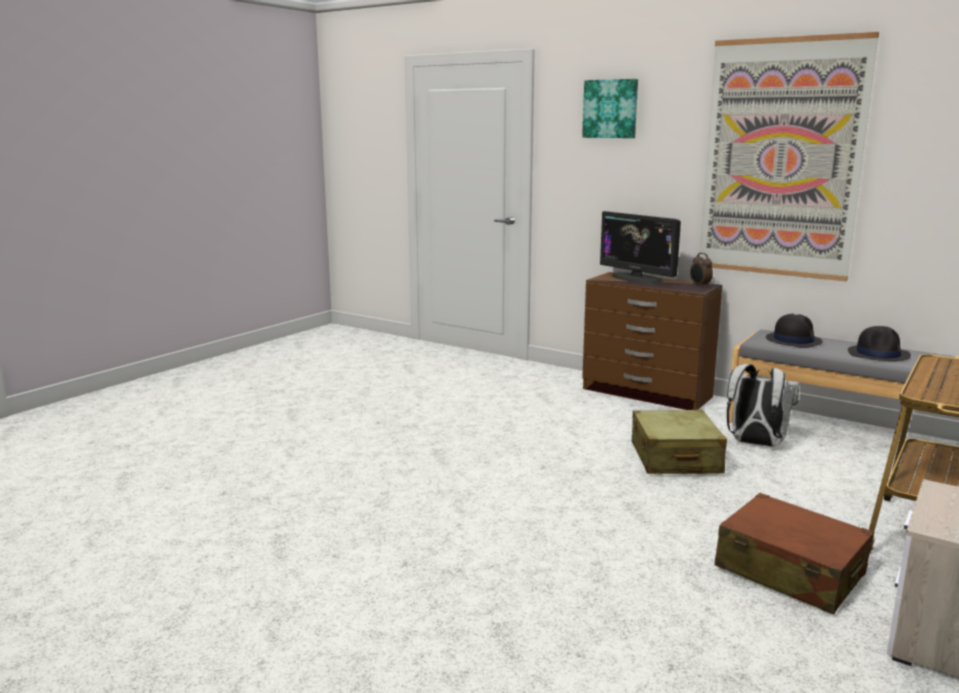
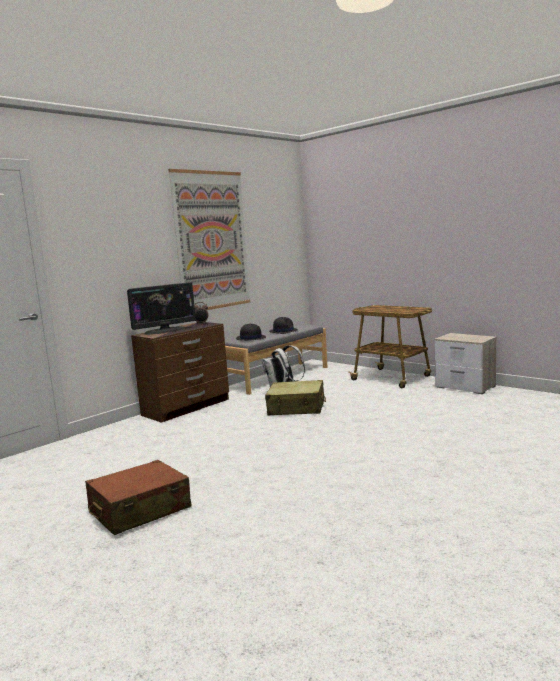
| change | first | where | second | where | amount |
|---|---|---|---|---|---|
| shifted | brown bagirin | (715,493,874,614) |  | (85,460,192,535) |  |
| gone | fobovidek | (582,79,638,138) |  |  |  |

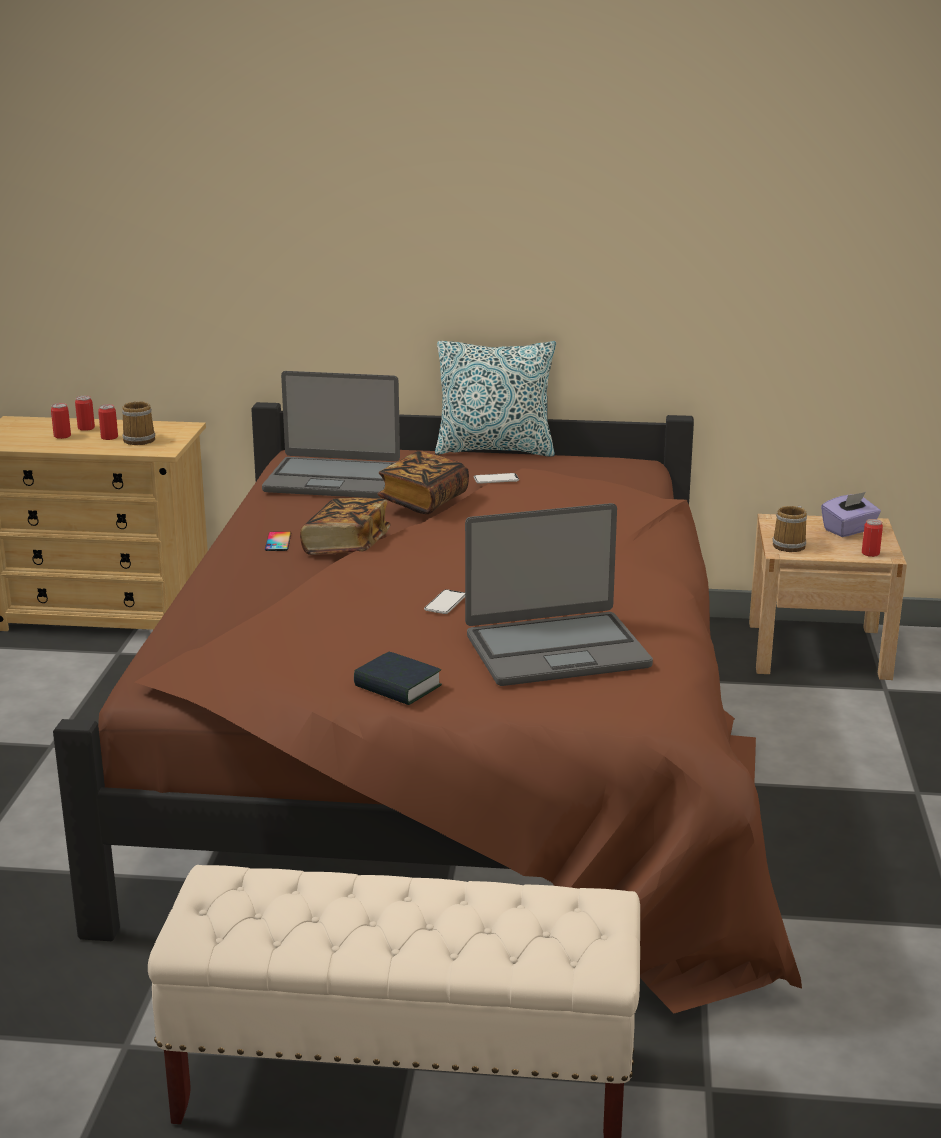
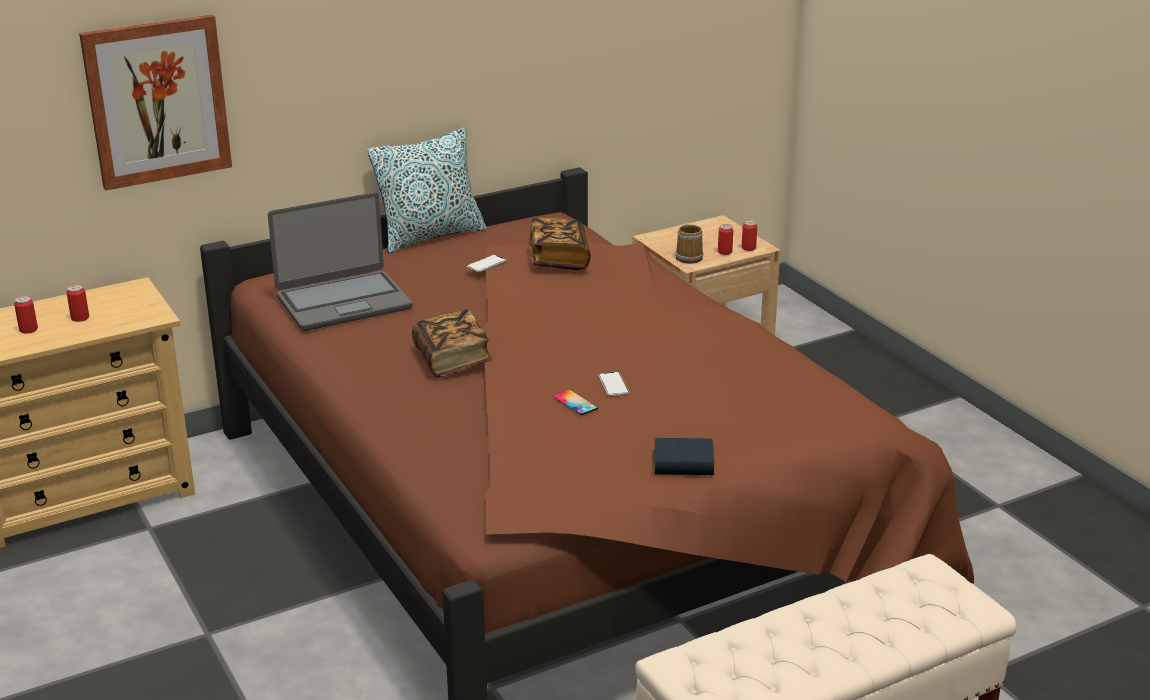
| change | first | where | second | where | amount |
|---|---|---|---|---|---|
| new |  |  | fobovidek | (79,14,232,190) |  |
| shifted | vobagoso | (378,451,469,514) |  | (529,218,591,270) |  |
| shifted | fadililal | (265,531,291,551) |  | (553,389,598,415) |  |
| shifted | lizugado | (75,396,95,431) |  | (718,224,733,255) |  |
| gone | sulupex | (122,401,155,445) |  |  |  |
| gone | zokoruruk | (465,503,653,686) |  |  |  |
| gone | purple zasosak | (821,492,881,537) |  |  |  |

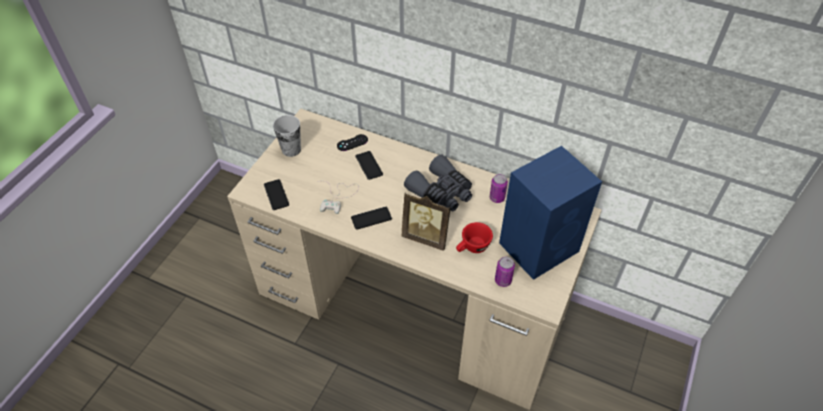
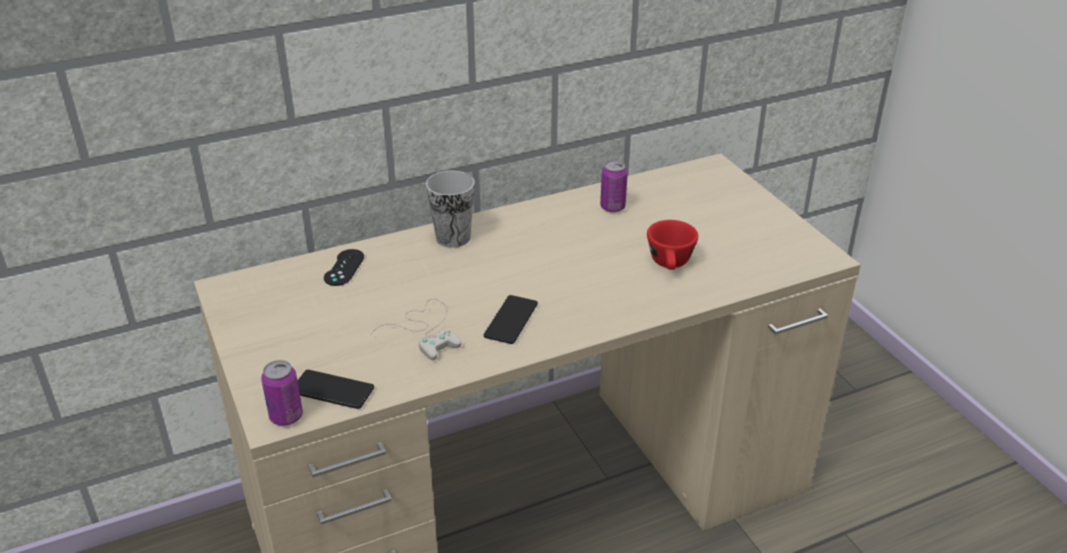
| change | first | where | second | where | amount |
|---|---|---|---|---|---|
| shifted | lizugado | (495,257,515,287) |  | (261,360,303,426) |  |
| shifted | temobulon | (273,115,301,157) |  | (426,171,475,248) |  |
| gone | fadililal | (355,151,383,180) |  |  |  |
| gone | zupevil | (401,192,450,251) |  |  |  |
| gone | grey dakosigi | (404,154,472,212) |  |  |  |
| gone | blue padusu | (499,146,602,280) |  |  |  |

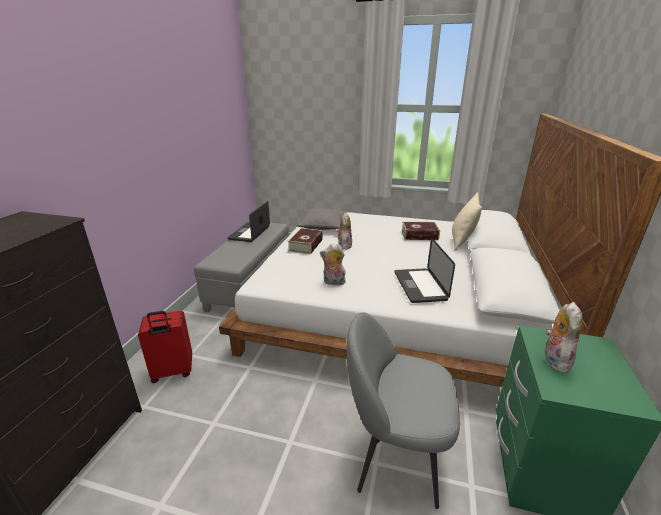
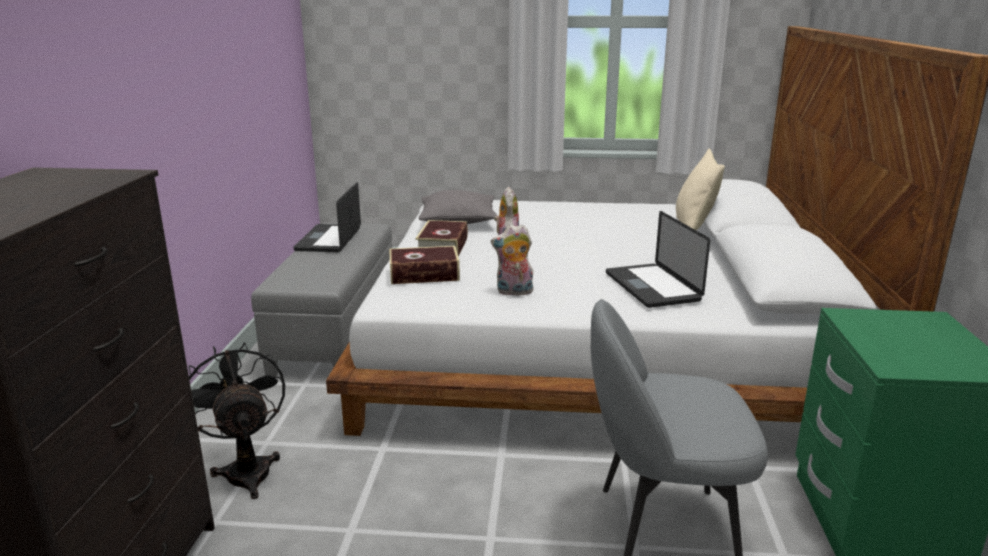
| change | first | where | second | where | amount |
|---|---|---|---|---|---|
| swapped | red bagirin | (138,311,192,383) | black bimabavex | (188,342,285,499) |  |
| shifted | vobagoso | (402,222,440,240) |  | (389,246,460,284) |  |
| gone | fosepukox | (545,302,583,373) |  |  |  |

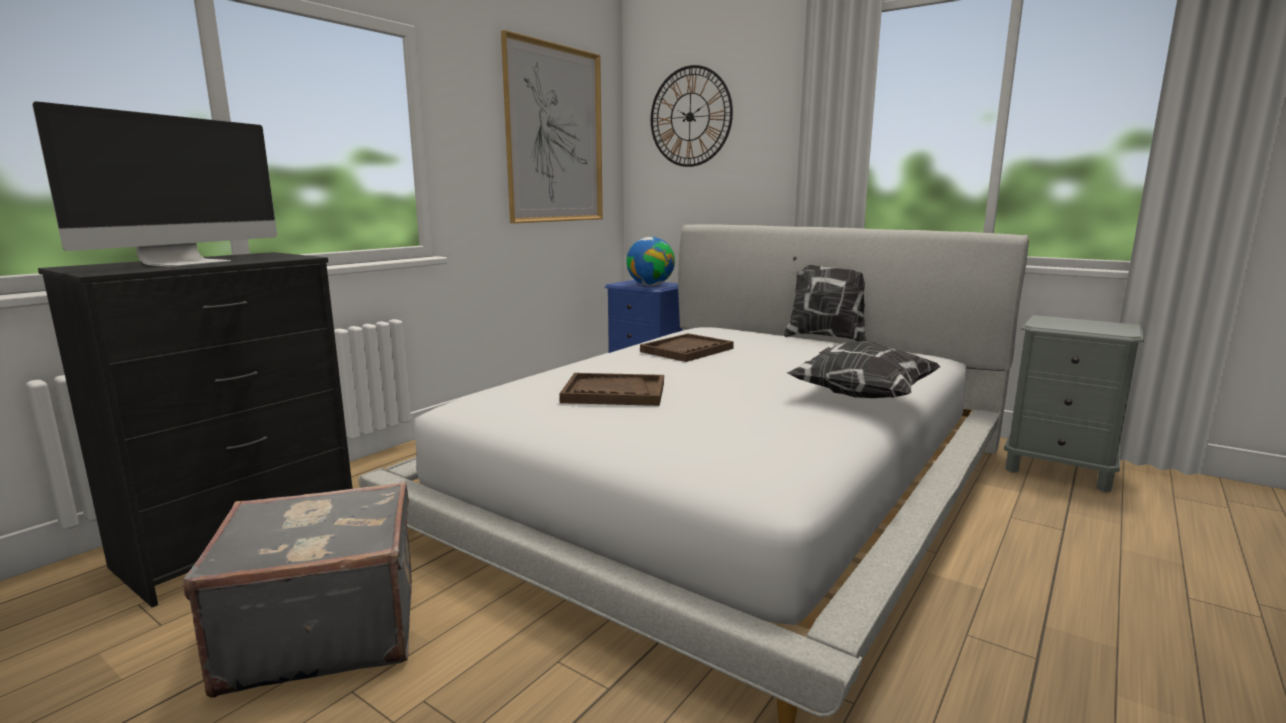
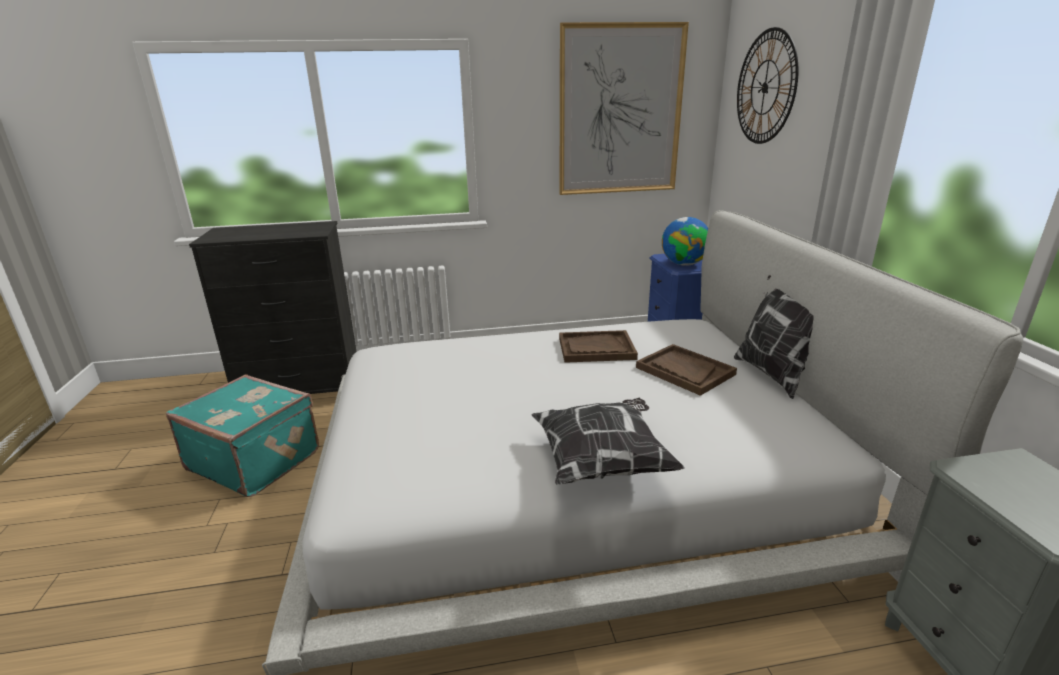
| change | first | where | second | where | amount |
|---|---|---|---|---|---|
| repainted | grey bagirin | (183,481,412,698) | turquoise bagirin | (166,375,319,497) |  |
| shifted | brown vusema | (559,373,664,406) |  | (636,344,737,396) |  |
| gone | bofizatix | (32,101,277,267) |  |  |  |

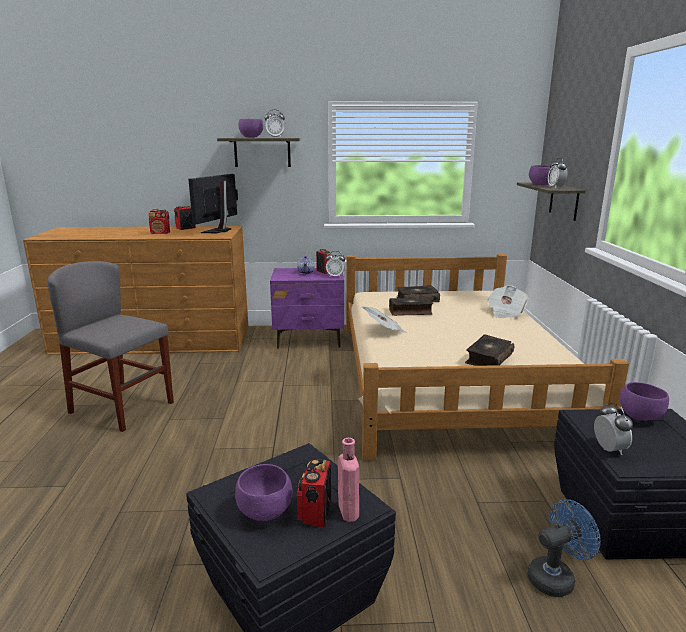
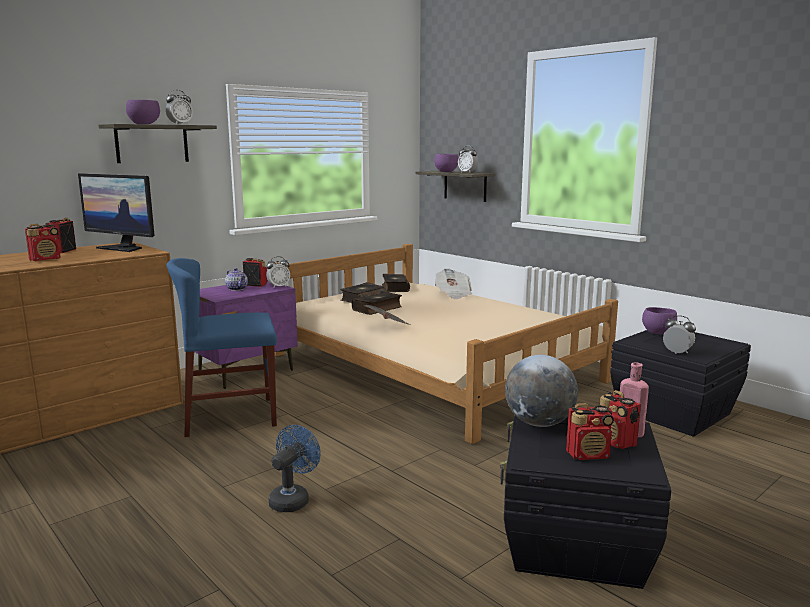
| change | first | where | second | where | amount |
|---|---|---|---|---|---|
| rotated | bofizatix | (188,174,238,233) |  | (78,173,154,252) | 45 degrees counterclockwise |
| new |  |  | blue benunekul | (167,258,277,437) |  |
| shifted | blue bimabavex | (527,499,601,597) |  | (268,425,321,512) |  |
| shifted | vobagoso | (465,334,514,366) |  | (382,274,410,292) |  |
| new |  |  | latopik | (505,355,578,427) |  |
| swapped | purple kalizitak | (235,464,293,521) | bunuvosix | (566,403,614,460) |  |
| gone | grey benunekul | (47,261,174,432) |  |  |  |

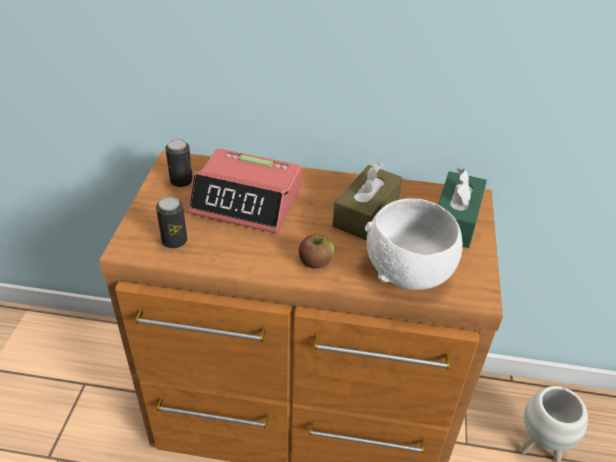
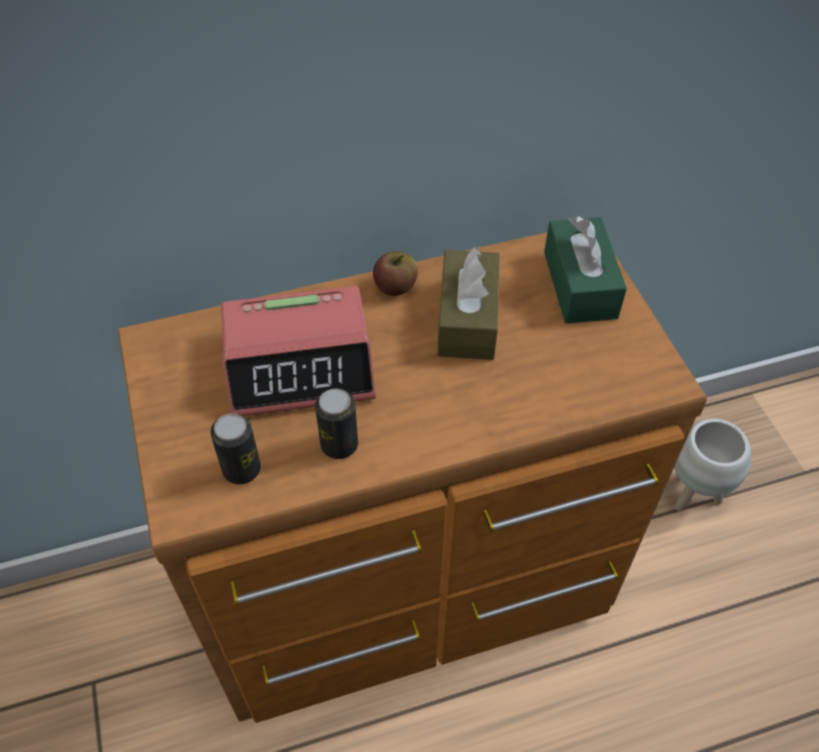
| change | first | where | second | where | amount |
|---|---|---|---|---|---|
| shifted | lizugado | (165,139,193,187) |  | (315,389,358,459) |  |
| shifted | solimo | (299,234,335,269) |  | (373,251,418,296) |  |
| gone | white kalizitak | (365,198,463,290) |  |  |  |

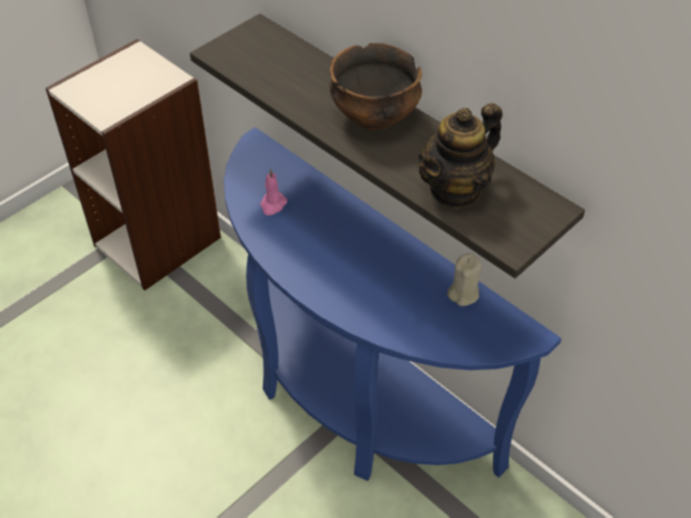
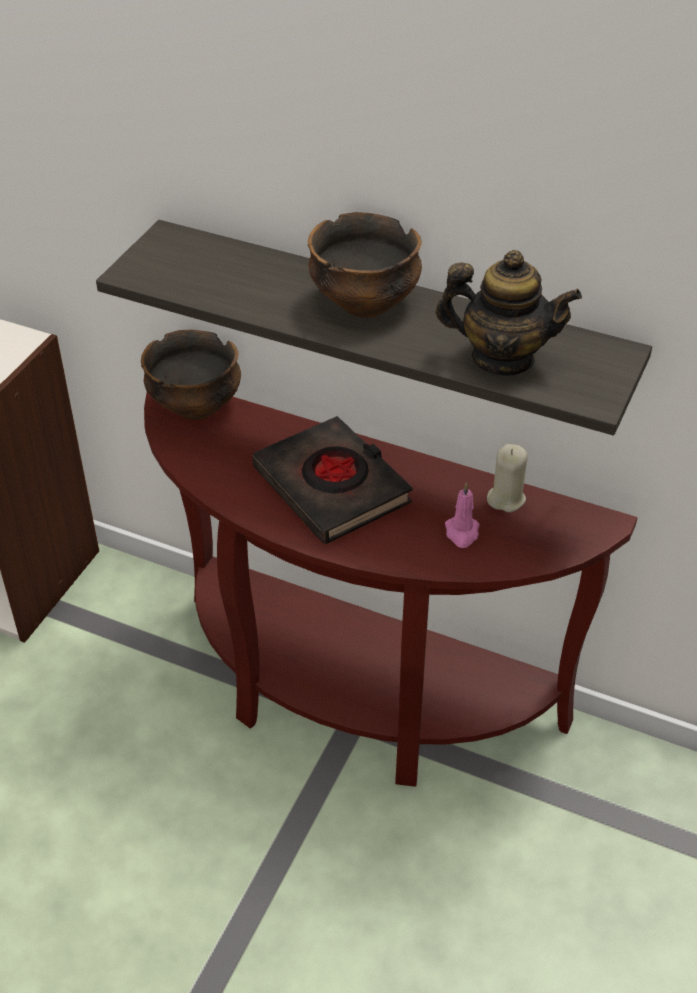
| change | first | where | second | where | amount |
|---|---|---|---|---|---|
| new |  |  | kalizitak | (141,330,241,420) |  |
| repainted | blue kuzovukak | (224,127,561,481) | brown kuzovukak | (144,392,637,787) |  |
| new |  |  | black vobagoso | (253,416,413,544) |  |
| rotated | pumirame | (417,103,502,209) |  | (435,250,582,376) | 105 degrees counterclockwise |
| shifted | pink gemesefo | (260,168,287,216) |  | (445,482,480,548) |  |

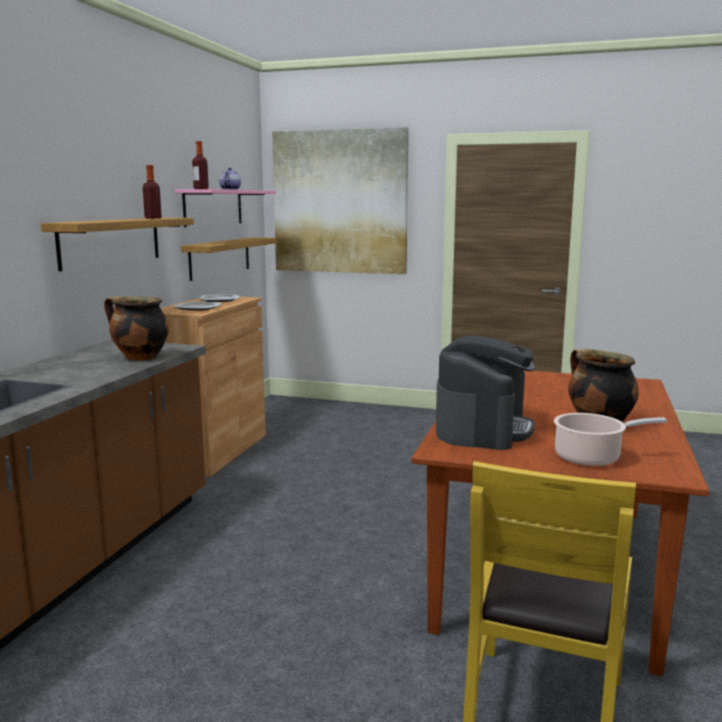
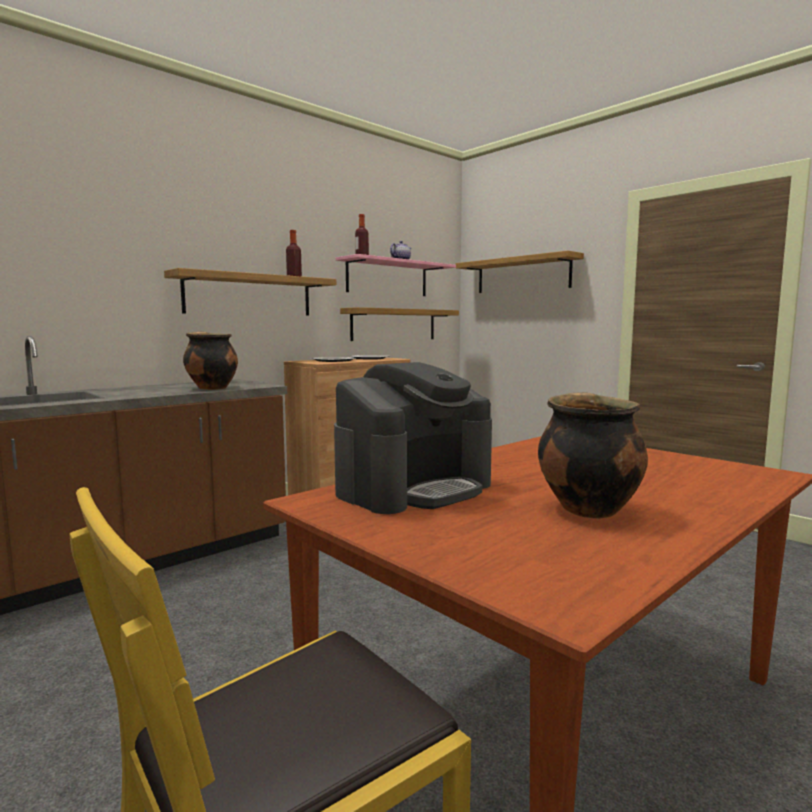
| change | first | where | second | where | amount |
|---|---|---|---|---|---|
| swapped | fobovidek | (272,127,409,274) | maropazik | (455,251,584,293) |  |
| gone | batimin | (554,413,667,466) |  |  |  |

